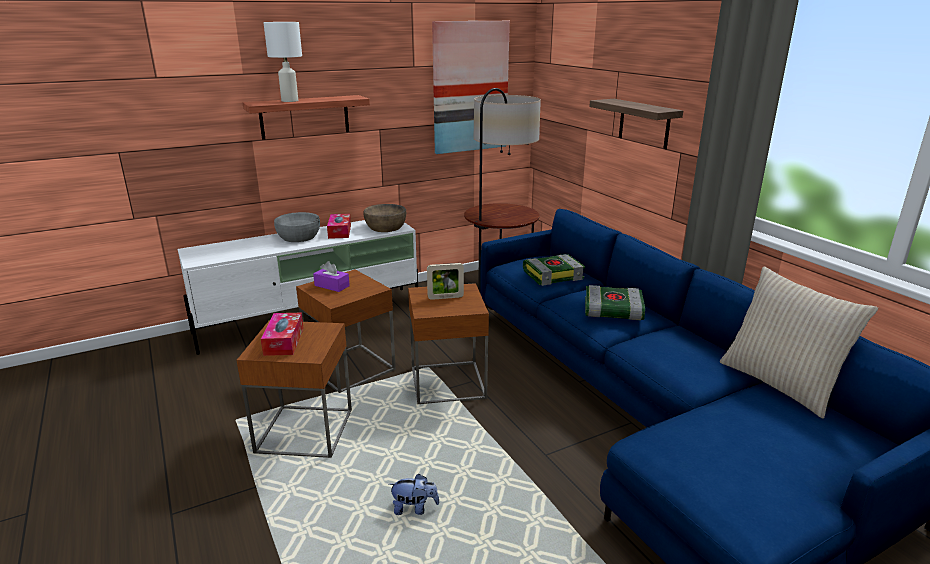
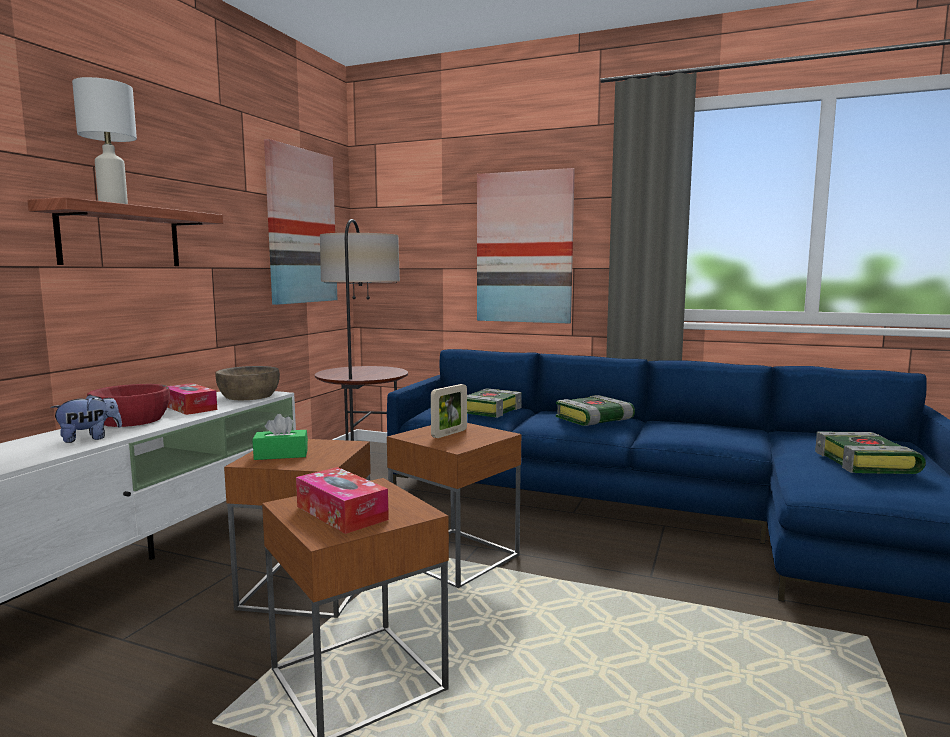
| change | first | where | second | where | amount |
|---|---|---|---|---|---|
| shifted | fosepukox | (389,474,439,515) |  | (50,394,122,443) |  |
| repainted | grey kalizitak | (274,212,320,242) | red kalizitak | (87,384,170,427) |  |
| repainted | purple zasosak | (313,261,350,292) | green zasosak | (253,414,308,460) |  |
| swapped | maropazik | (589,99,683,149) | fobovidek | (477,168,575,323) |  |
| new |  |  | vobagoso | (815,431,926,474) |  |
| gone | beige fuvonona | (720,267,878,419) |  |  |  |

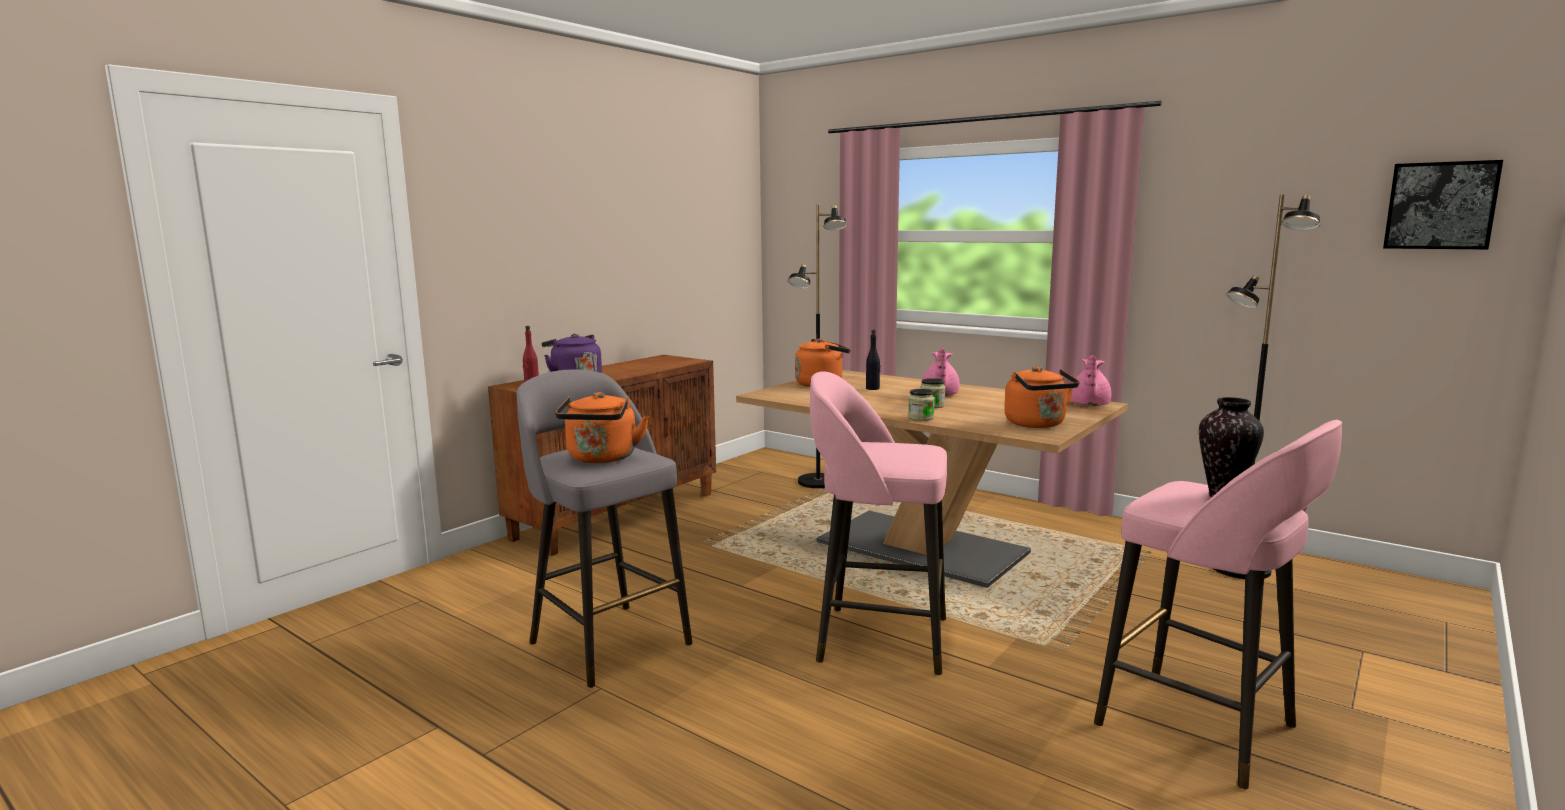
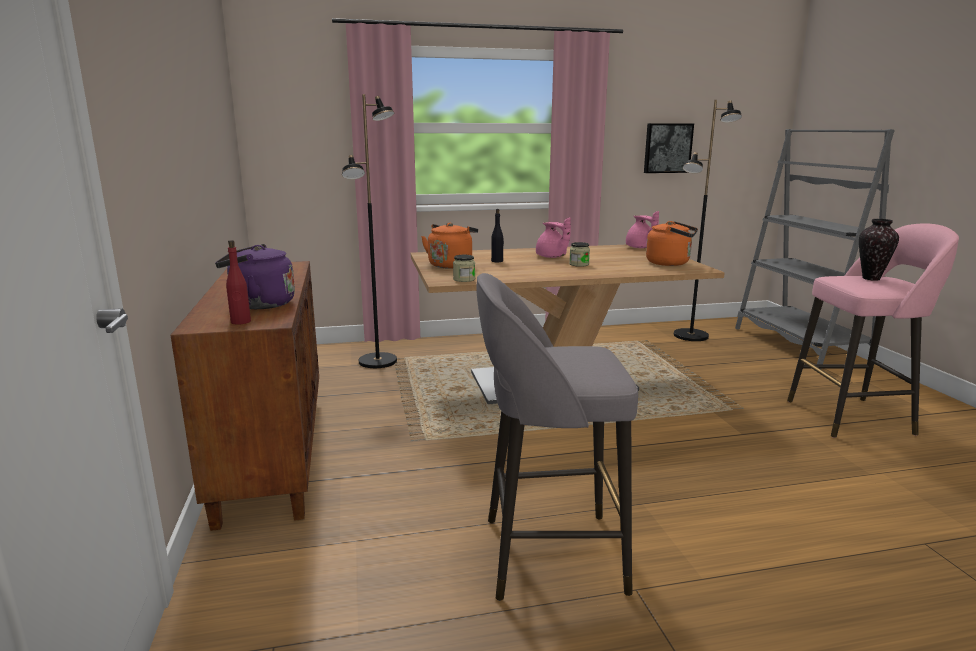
| change | first | where | second | where | amount |
|---|---|---|---|---|---|
| shifted | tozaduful | (908,389,935,421) |  | (453,255,475,282) |  |
| shifted | fobovidek | (1383,160,1503,250) |  | (644,123,694,173) |  |
| new |  |  | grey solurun | (735,129,895,364) |  |
| gone | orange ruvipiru | (555,392,649,463) |  |  |  |
| gone | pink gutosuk | (810,371,947,676) |  |  |  |

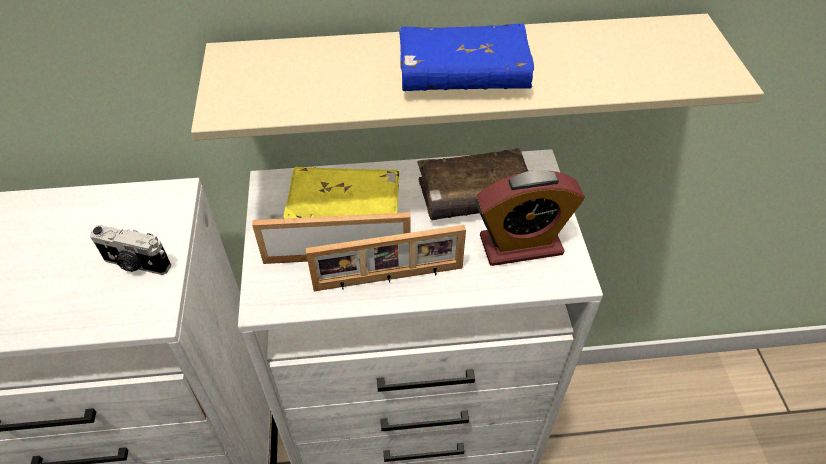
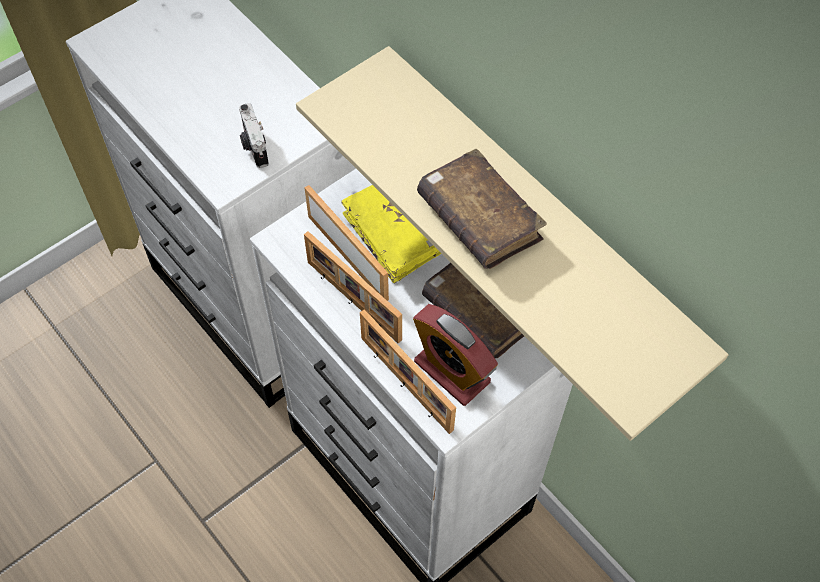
| change | first | where | second | where | amount |
|---|---|---|---|---|---|
| new |  |  | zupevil | (360,309,456,434) |  |
| repainted | blue vobagoso | (399,24,534,91) | brown vobagoso | (417,149,547,269) |  |

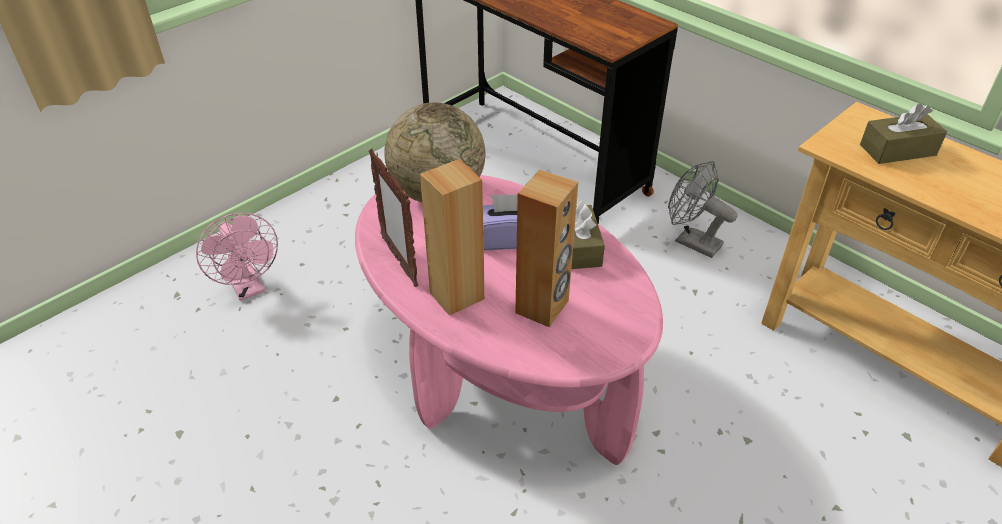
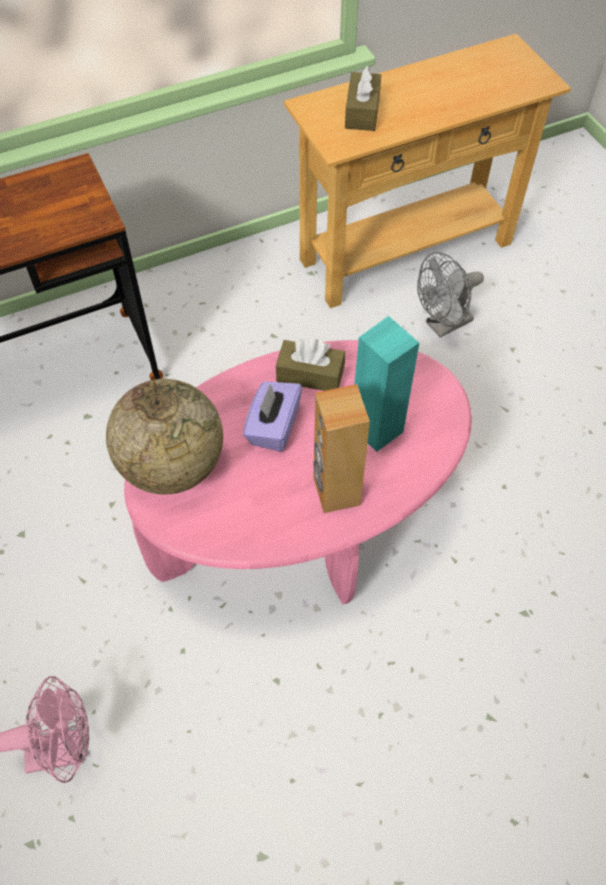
| change | first | where | second | where | amount |
|---|---|---|---|---|---|
| repainted | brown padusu | (515,170,578,327) | turquoise padusu | (354,316,419,452) |  |
| shifted | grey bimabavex | (668,161,737,258) |  | (417,252,484,338) |  |
| gone | zupevil | (369,149,418,287) |  |  |  |

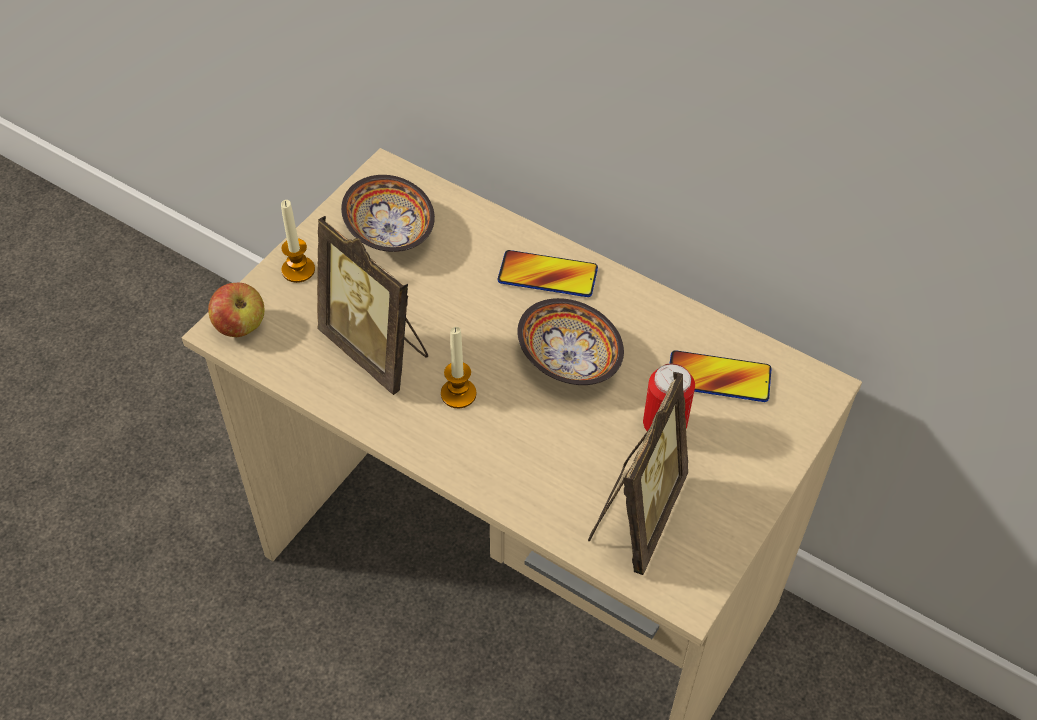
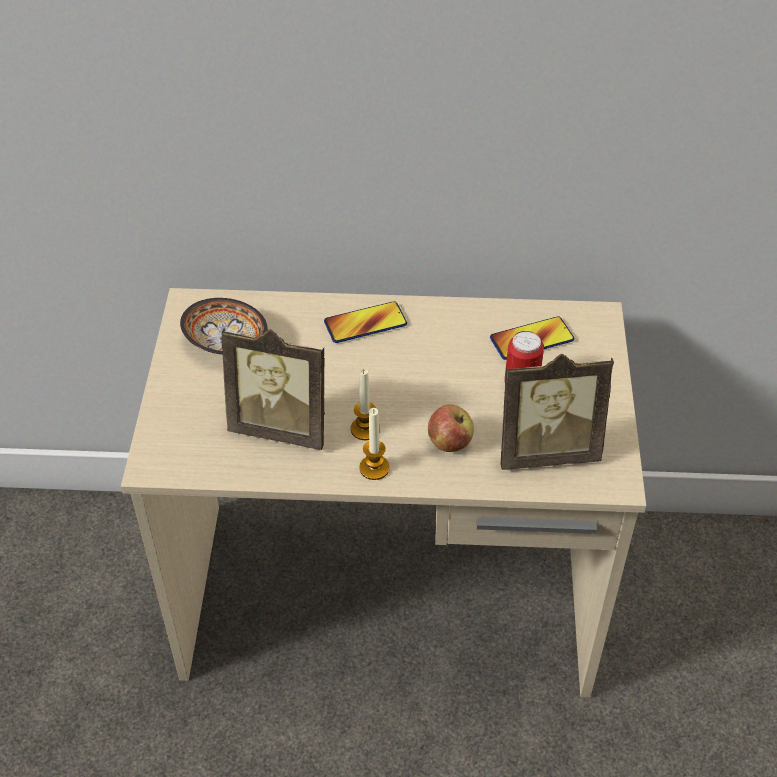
| change | first | where | second | where | amount |
|---|---|---|---|---|---|
| shifted | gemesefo | (281,200,315,283) |  | (359,408,390,480) |  |
| shifted | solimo | (208,283,264,337) |  | (428,404,474,452) |  |
| rotated | zupevil | (588,372,688,575) |  | (500,354,614,470) | 90 degrees clockwise |
| gone | kalizitak | (517,298,624,385) |  |  |  |

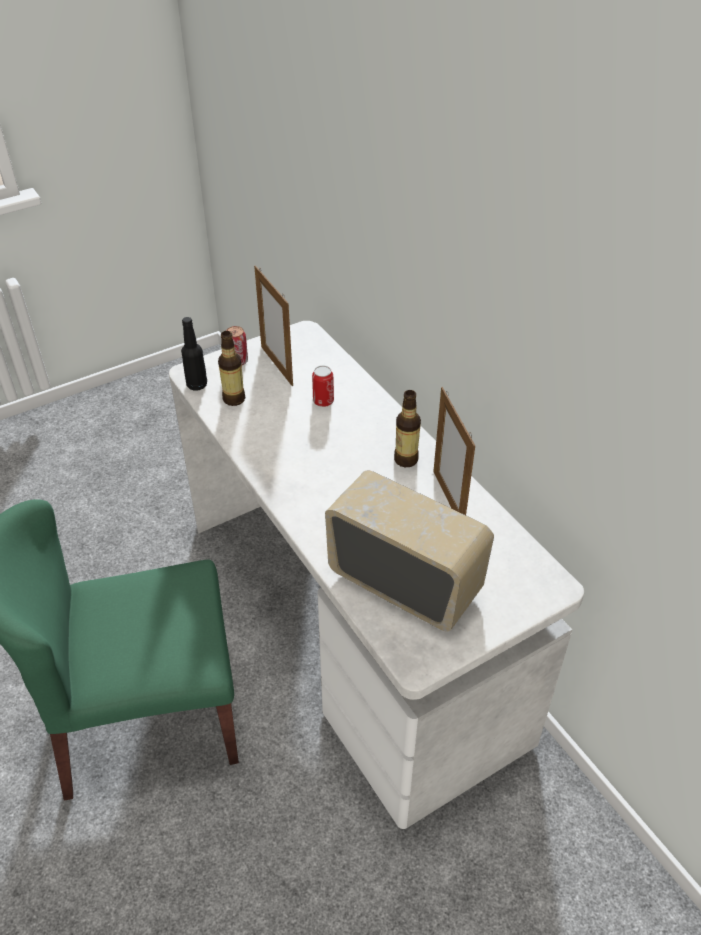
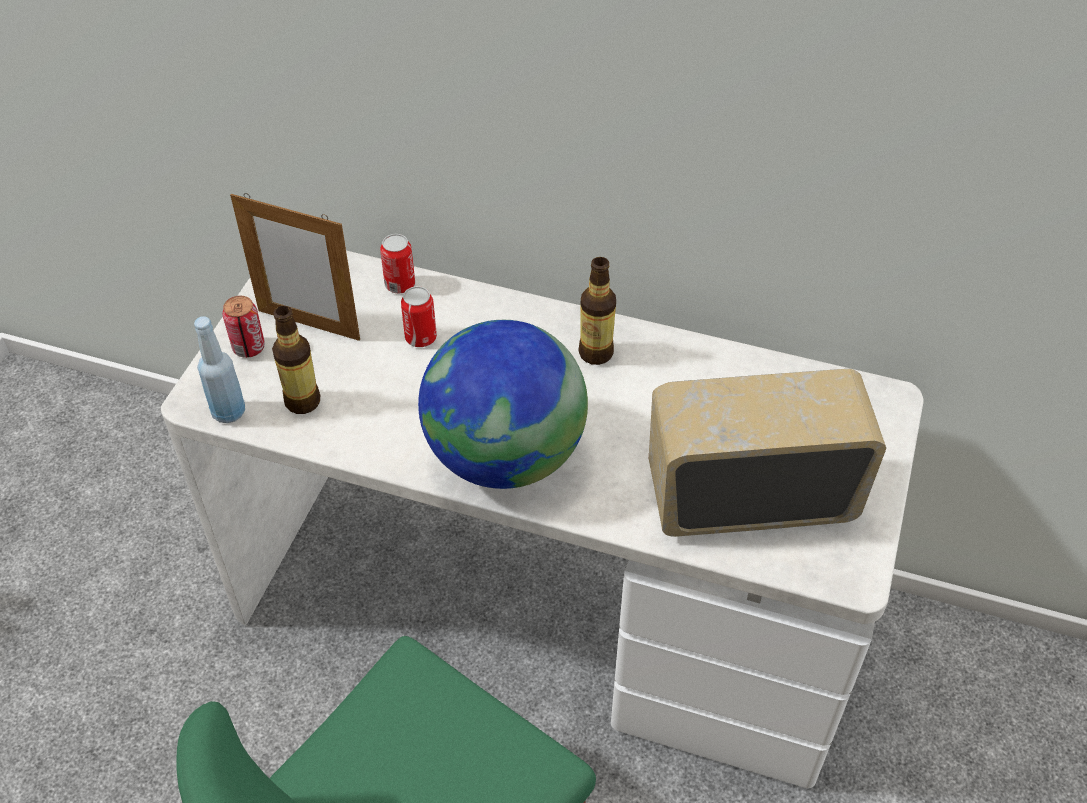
| change | first | where | second | where | amount |
|---|---|---|---|---|---|
| repainted | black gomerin | (181,317,207,391) | blue gomerin | (194,316,245,423) |  |
| new |  |  | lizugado | (380,234,415,293) |  |
| new |  |  | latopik | (418,320,588,489) |  |
| gone | zupevil | (433,387,475,515) |  |  |  |

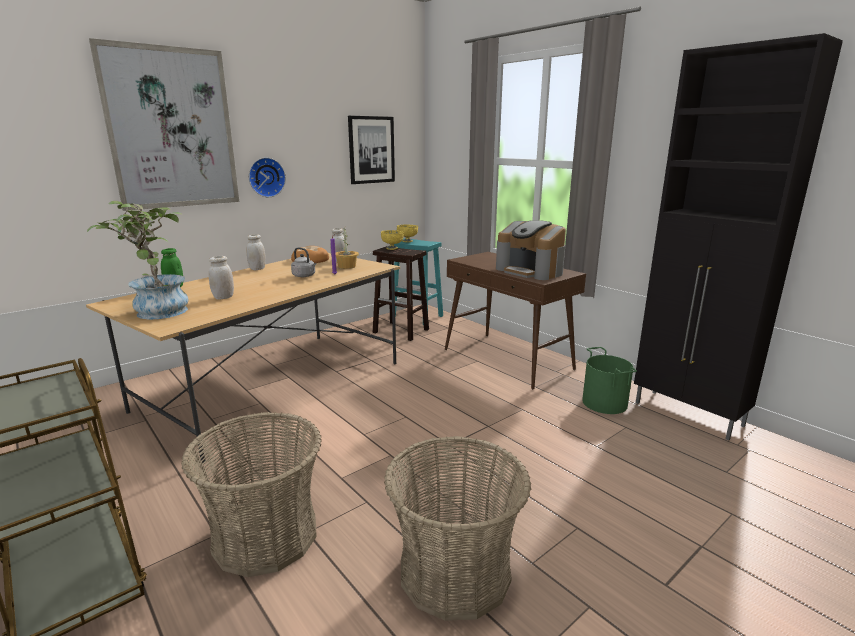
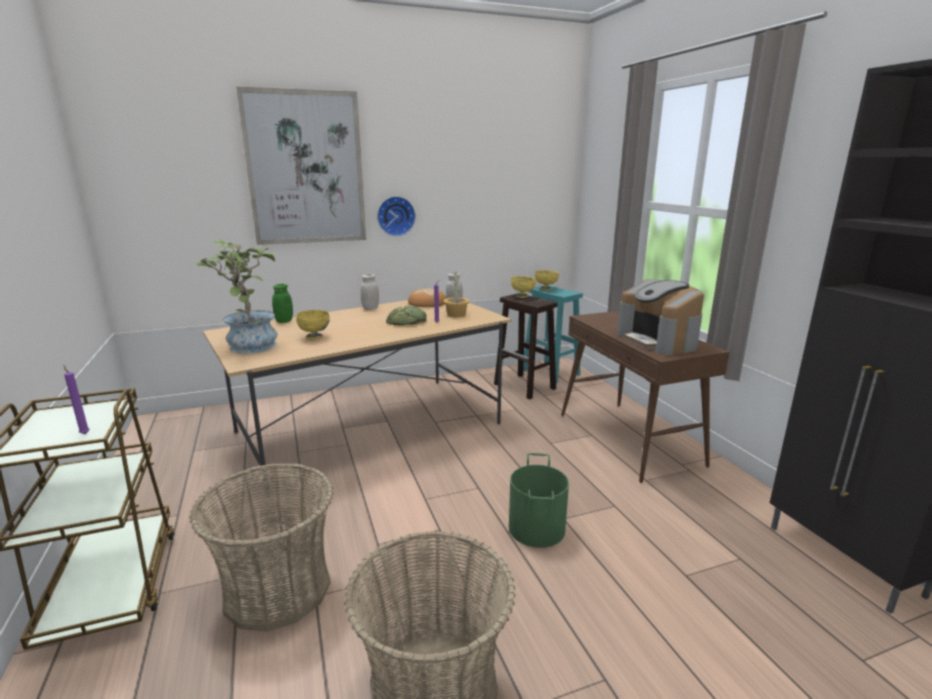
| change | first | where | second | where | amount |
|---|---|---|---|---|---|
| new |  |  | purple gemesefo | (63,365,90,434) |  |
| swapped | white tozaduful | (209,256,234,300) | yellow kalizitak | (296,310,330,340) |  |
| swapped | grey ruvipiru | (291,247,316,277) | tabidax | (386,306,427,326) |  |
| shifted | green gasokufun | (582,347,637,414) |  | (509,453,569,548) |  |
| gone | fobovidek | (348,116,395,184) |  |  |  |

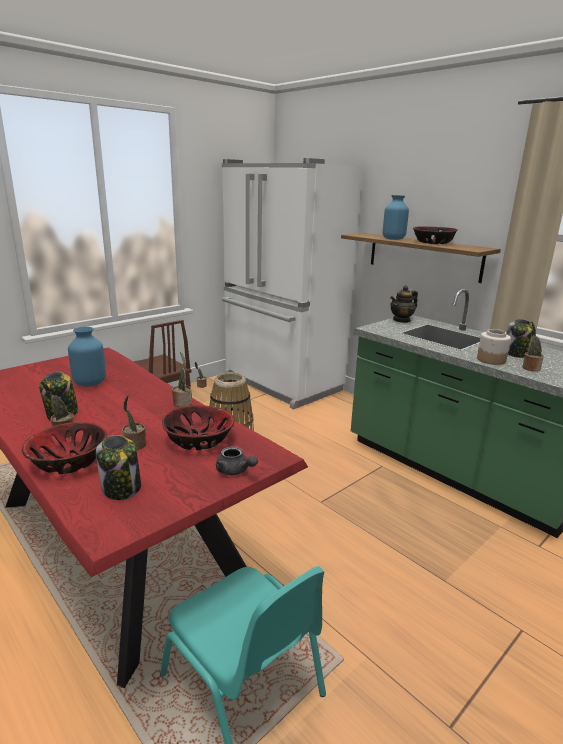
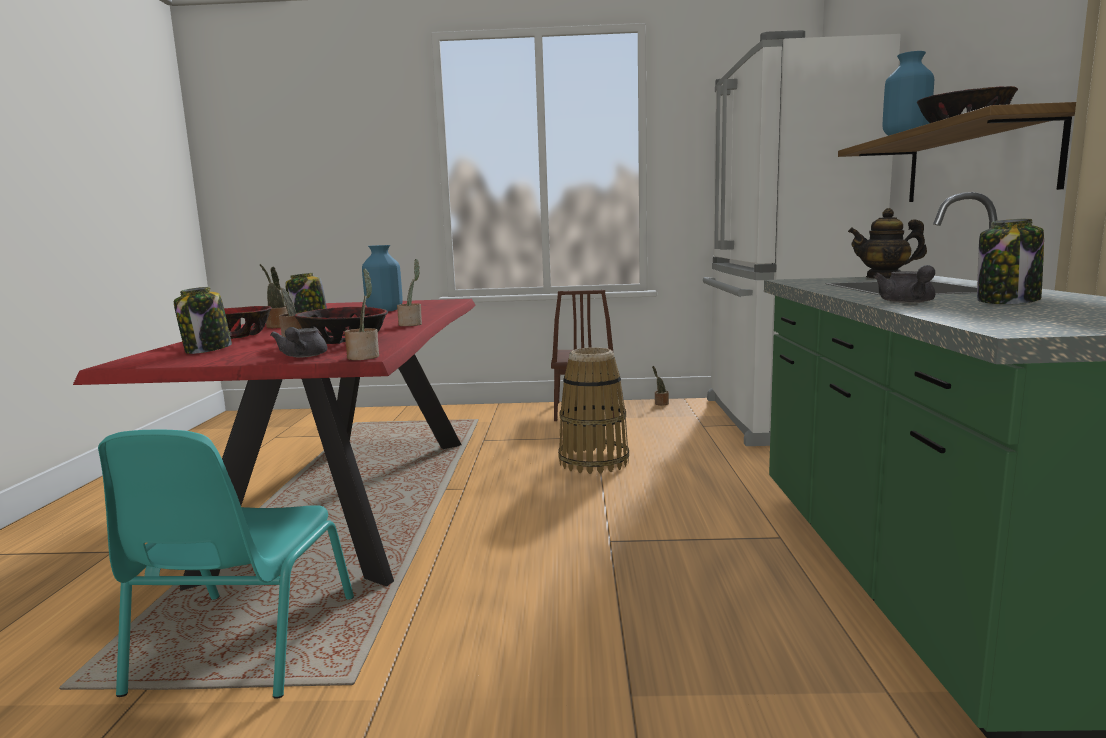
| change | first | where | second | where | amount |
|---|---|---|---|---|---|
| shifted | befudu | (522,321,544,372) |  | (345,269,379,360) |  |
| swapped | tozaduful | (477,329,511,365) | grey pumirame | (874,265,935,303) |  |

